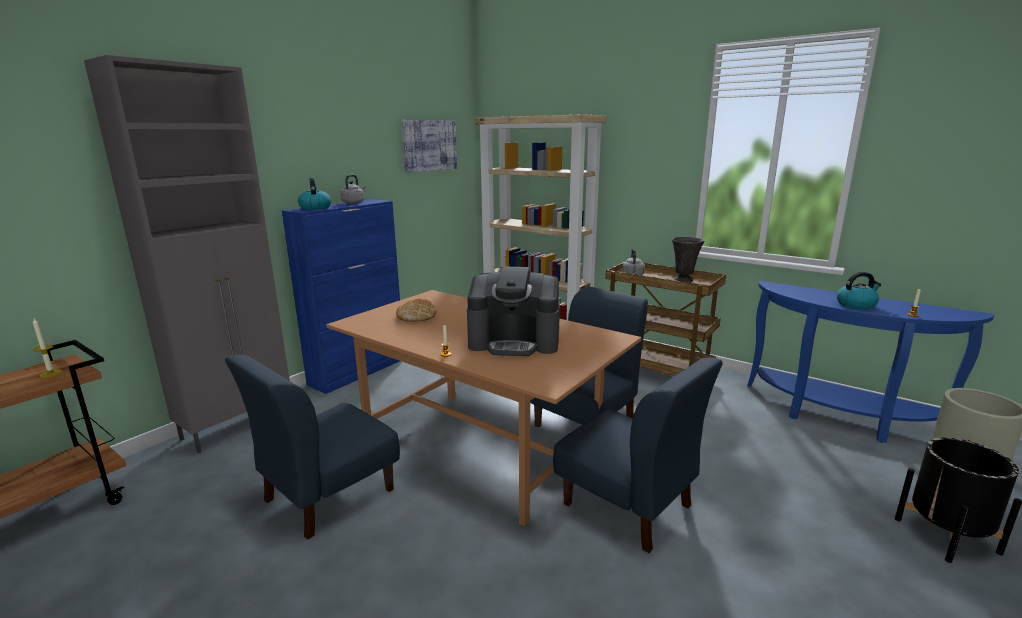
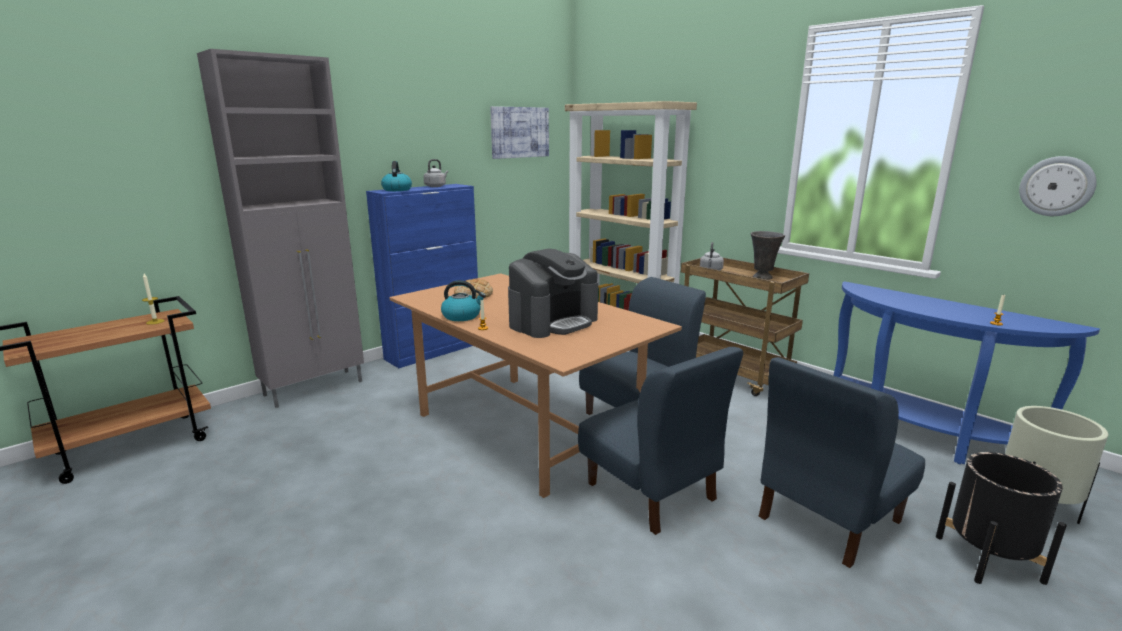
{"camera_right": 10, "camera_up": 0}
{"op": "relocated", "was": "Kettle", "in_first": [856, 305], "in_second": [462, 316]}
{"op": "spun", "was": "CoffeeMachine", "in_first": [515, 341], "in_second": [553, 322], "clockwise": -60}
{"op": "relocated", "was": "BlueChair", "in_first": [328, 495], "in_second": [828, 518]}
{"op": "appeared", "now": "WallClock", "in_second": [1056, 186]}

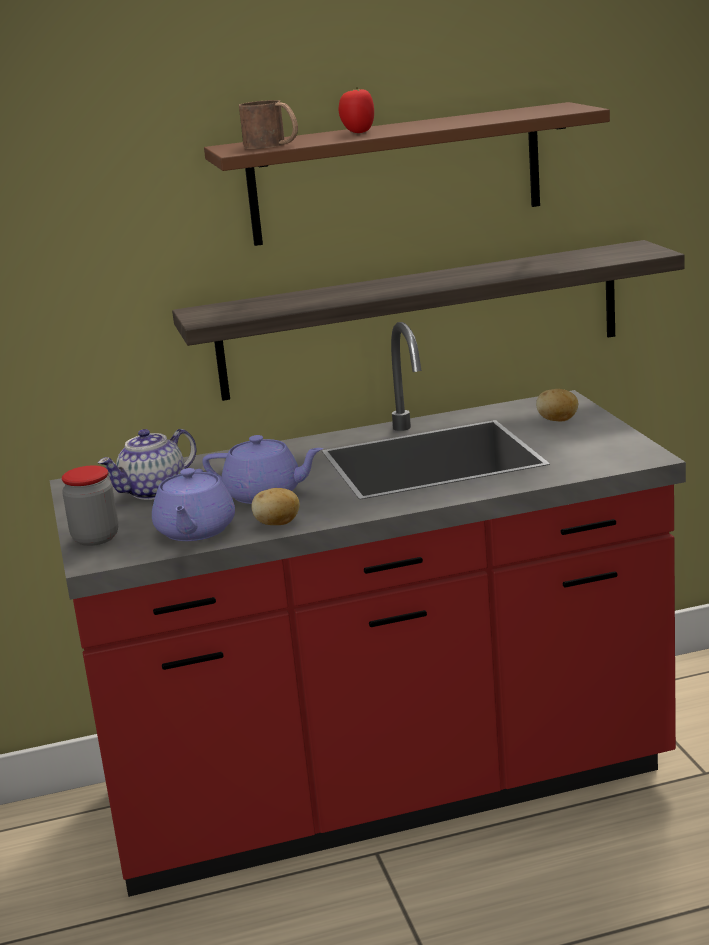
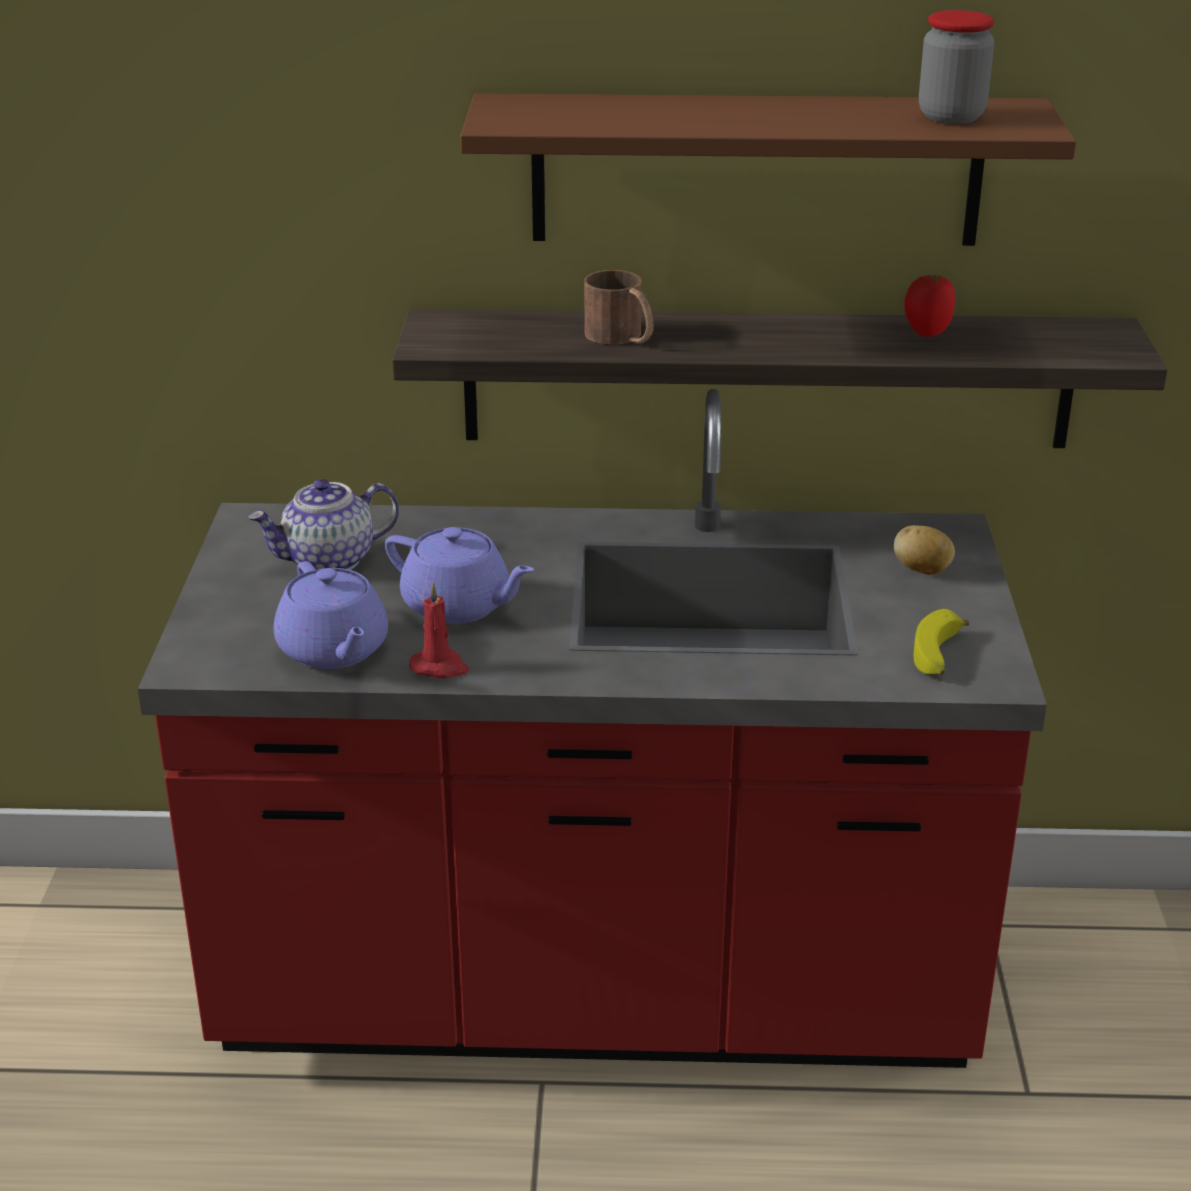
{"camera_right": 15, "camera_up": 10}
{"op": "spun", "was": "PurpleTeapot", "in_first": [195, 531], "in_second": [334, 650], "clockwise": -45}
{"op": "exchanged", "was": "Potato", "now": "RedCandle", "in_first": [277, 524], "in_second": [440, 667]}
{"op": "relocated", "was": "BrownMug", "in_first": [273, 145], "in_second": [622, 338]}
{"op": "relocated", "was": "Tomato", "in_first": [358, 132], "in_second": [927, 332]}
{"op": "appeared", "now": "Banana", "in_second": [939, 657]}
{"op": "relocated", "was": "Jar", "in_first": [95, 538], "in_second": [951, 117]}

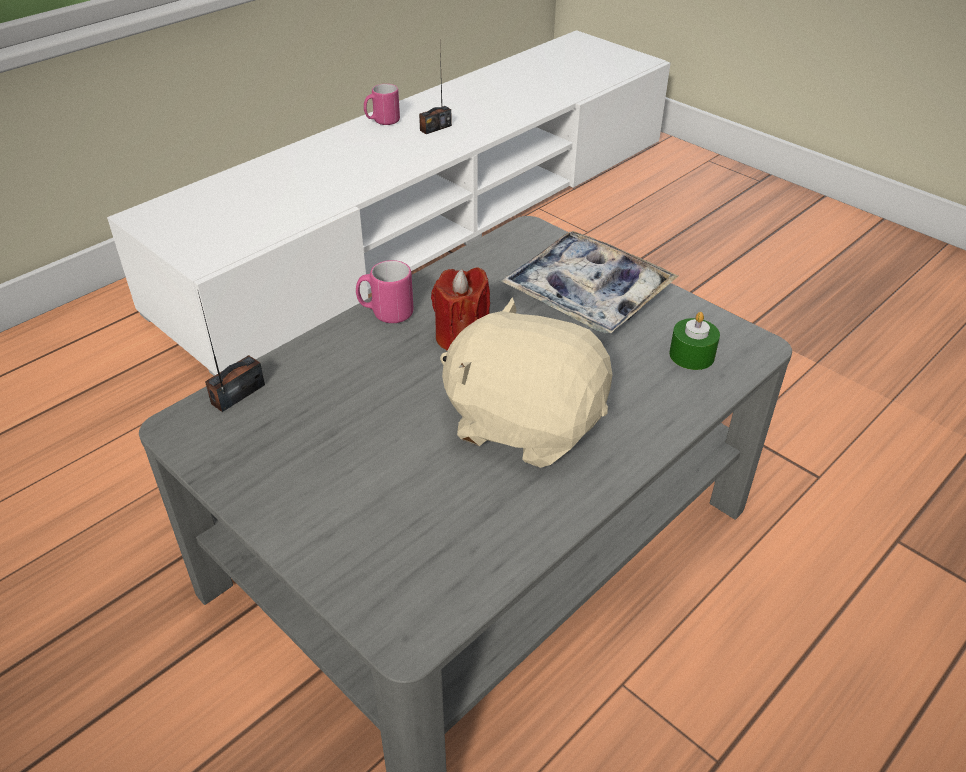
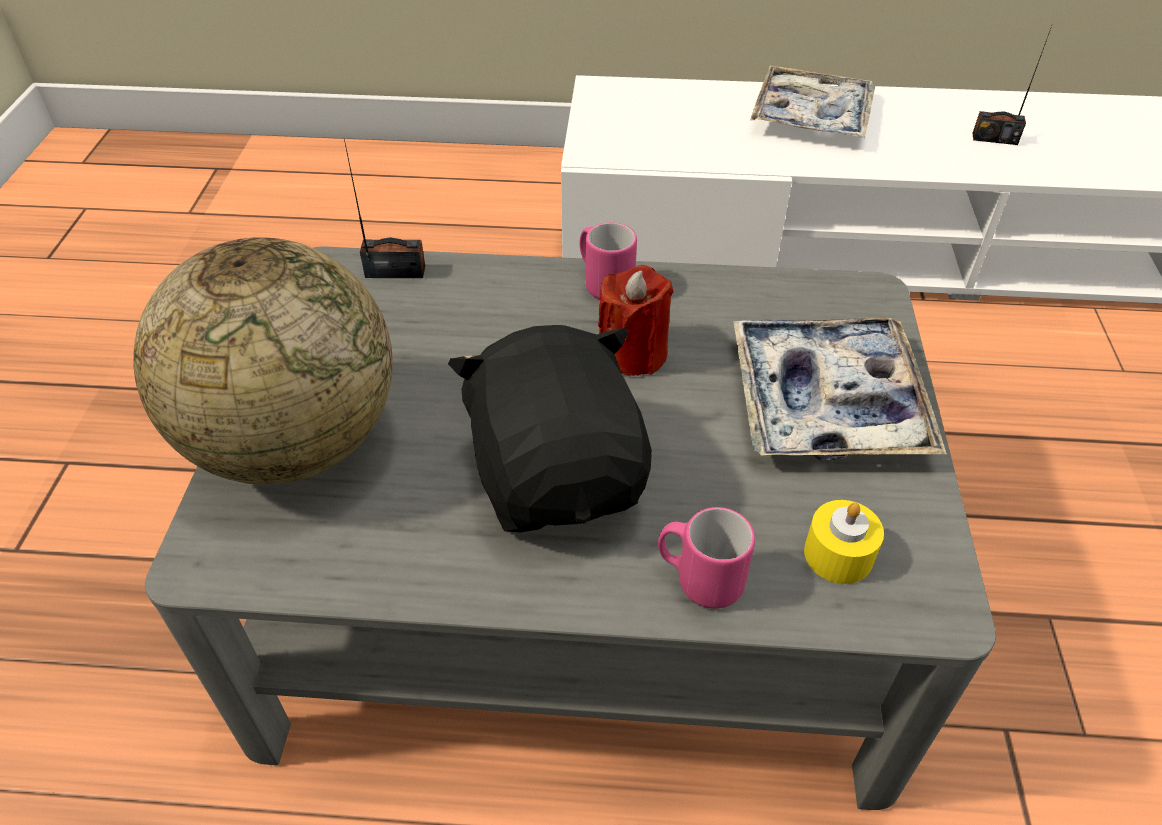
{"camera_right": 50, "camera_up": 5}
{"op": "appeared", "now": "Globe", "in_second": [294, 442]}
{"op": "colour", "was": "BeigePlushToy", "now": "BlackPlushToy", "in_first": [524, 422], "in_second": [558, 475]}
{"op": "relocated", "was": "PinkMug", "in_first": [382, 121], "in_second": [699, 579]}
{"op": "appeared", "now": "Tray", "in_second": [811, 116]}
{"op": "colour", "was": "GreenCandle", "now": "YellowCandle", "in_first": [691, 355], "in_second": [838, 554]}

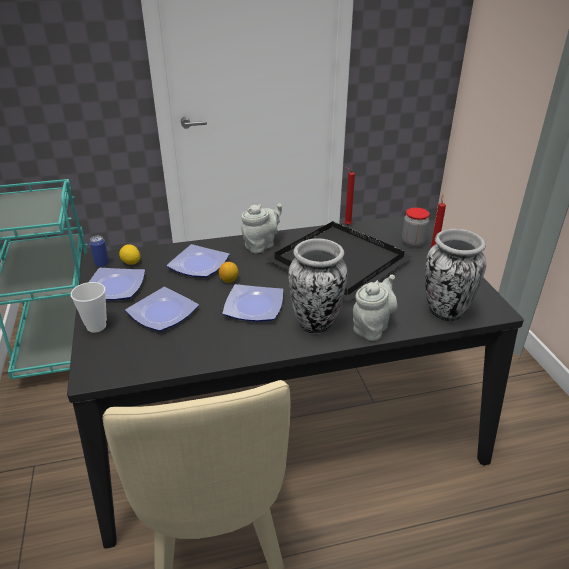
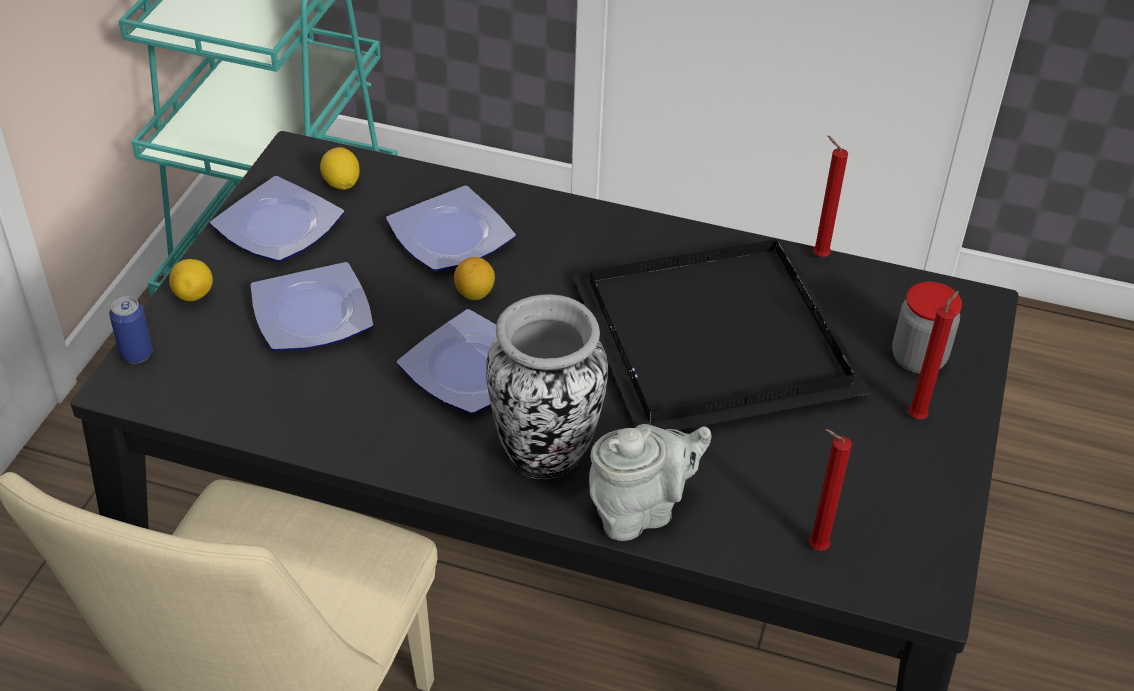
{"camera_right": 30, "camera_up": 10}
{"op": "relocated", "was": "Can", "in_first": [102, 264], "in_second": [136, 354]}
{"op": "exchanged", "was": "Cup", "now": "Lemon", "in_first": [96, 326], "in_second": [194, 295]}
{"op": "exchanged", "was": "Vase", "now": "RedCandle", "in_first": [445, 312], "in_second": [814, 547]}
{"op": "missing", "was": "GreyTeapot", "in_first": [261, 245]}

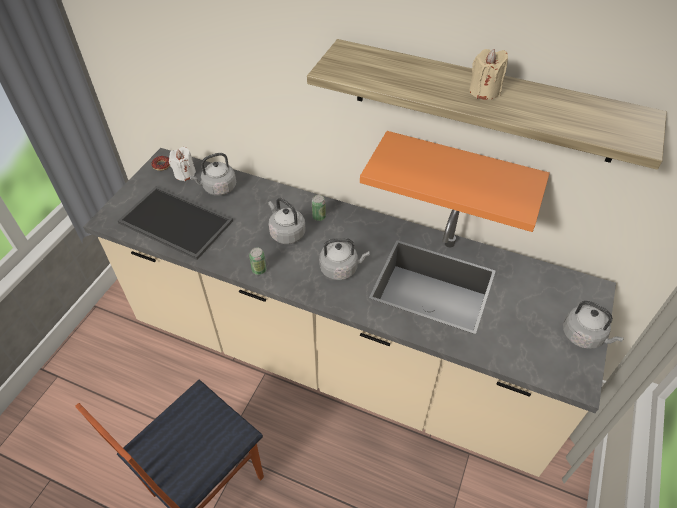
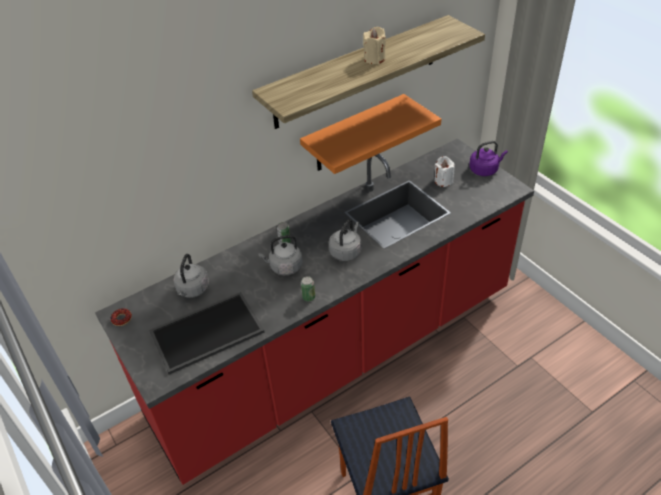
{"camera_right": -55, "camera_up": -5}
{"op": "colour", "was": "BeigeCounter", "now": "RedCounter", "in_first": [338, 360], "in_second": [337, 355]}
{"op": "relocated", "was": "WhiteCandle", "in_first": [184, 174], "in_second": [443, 181]}
{"op": "colour", "was": "GreyKettle", "now": "PurpleKettle", "in_first": [584, 336], "in_second": [485, 170]}

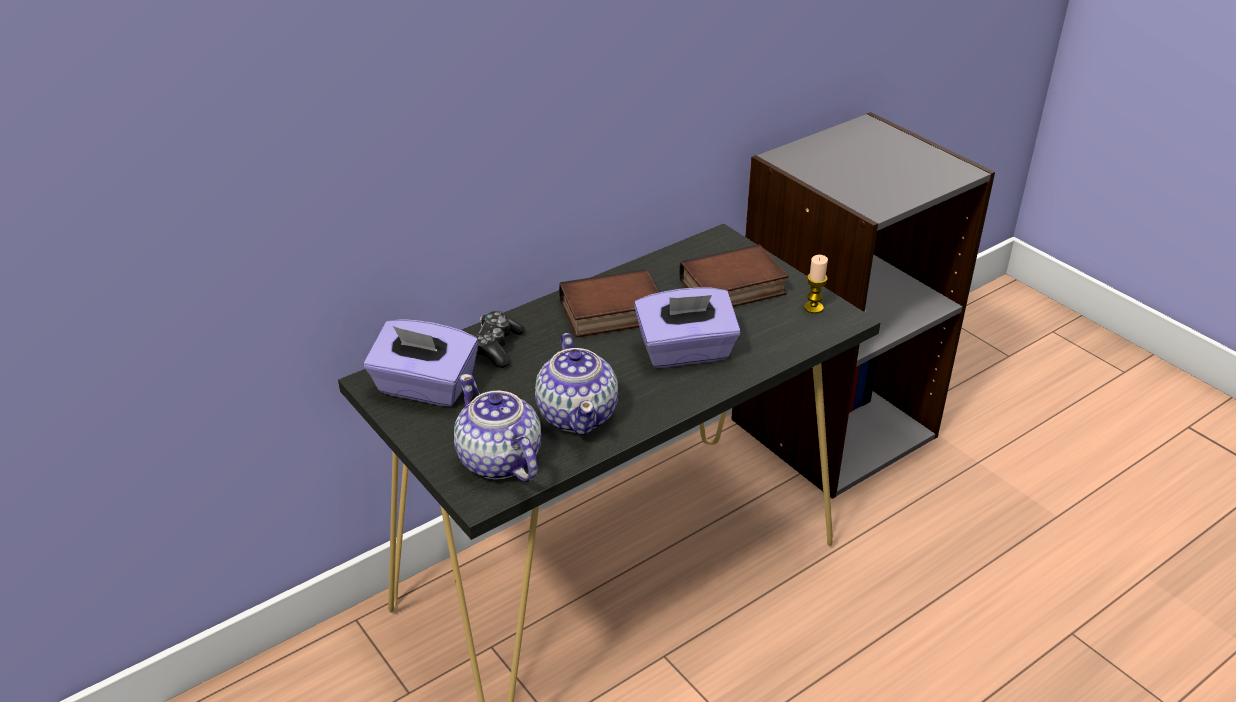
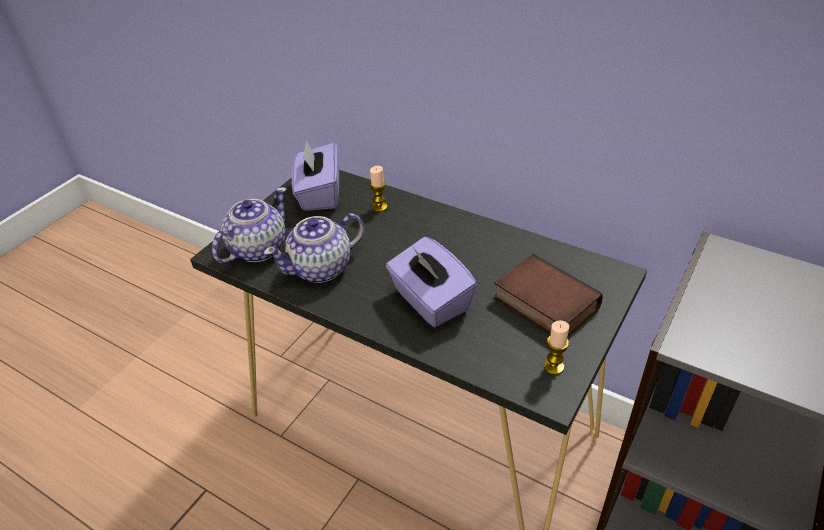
{"camera_right": 70, "camera_up": 5}
{"op": "exchanged", "was": "GameController", "now": "Candle", "in_first": [496, 347], "in_second": [379, 207]}
{"op": "missing", "was": "Book", "in_first": [611, 314]}

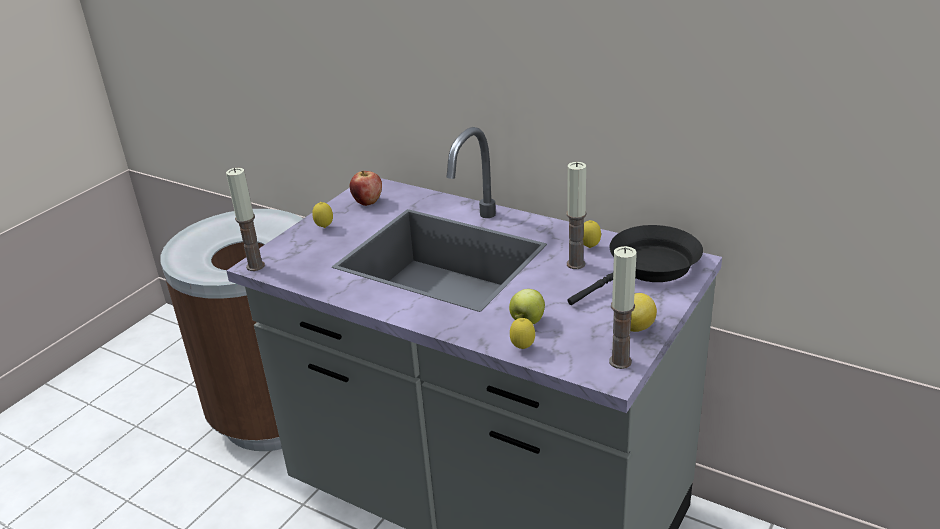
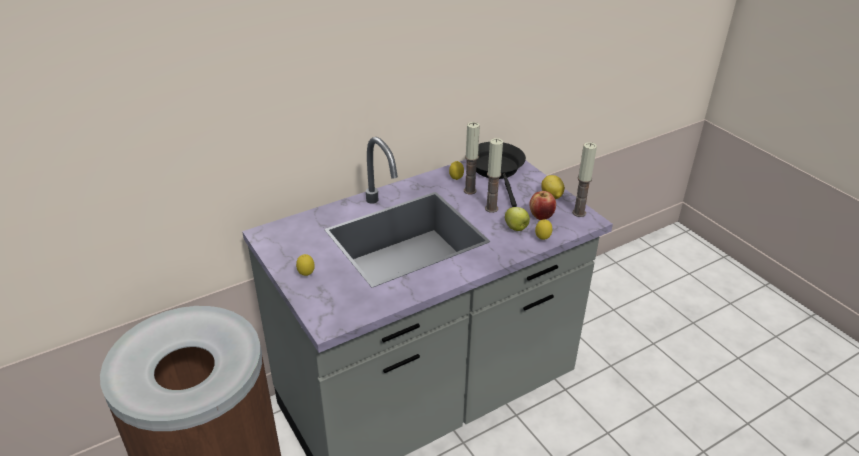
{"camera_right": -65, "camera_up": 5}
{"op": "relocated", "was": "Candle", "in_first": [255, 266], "in_second": [491, 208]}
{"op": "relocated", "was": "Apple", "in_first": [367, 202], "in_second": [541, 216]}

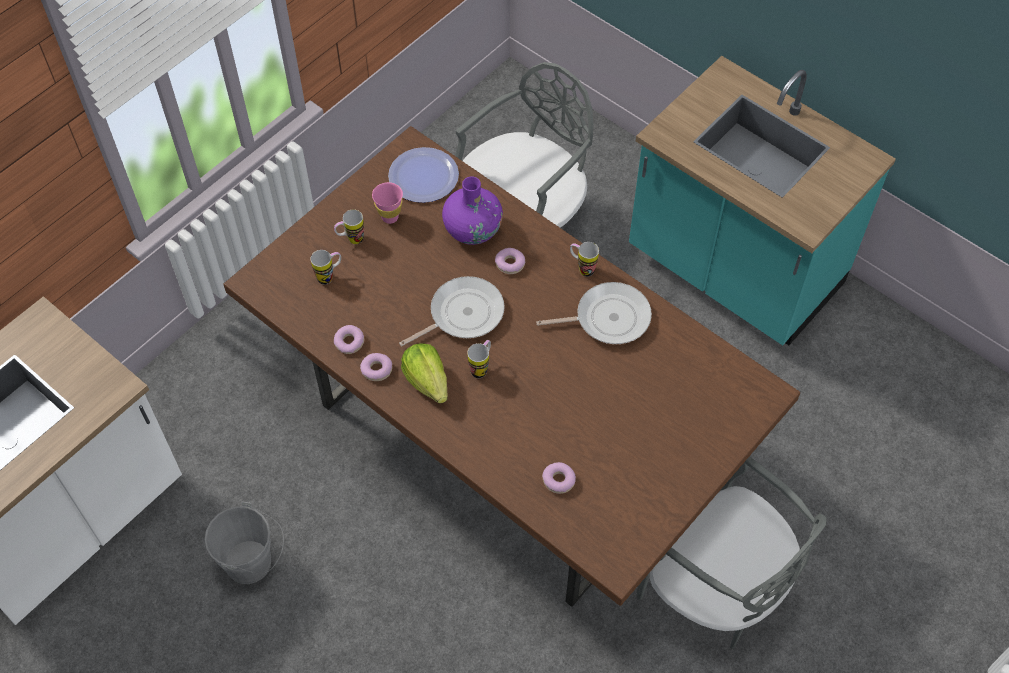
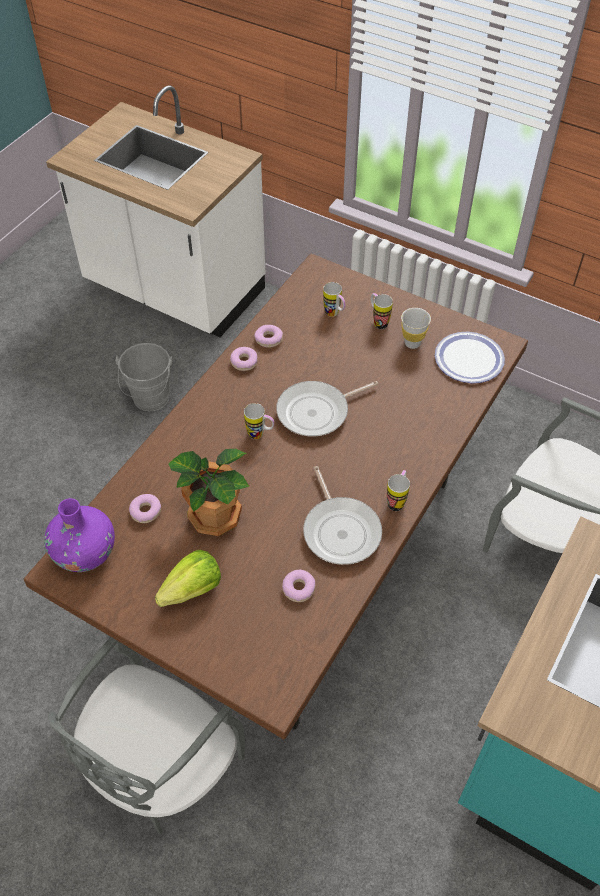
{"camera_right": 80, "camera_up": -5}
{"op": "relocated", "was": "PurpleVase", "in_first": [473, 230], "in_second": [85, 553]}
{"op": "relocated", "was": "Lettuce", "in_first": [427, 381], "in_second": [192, 590]}
{"op": "appeared", "now": "PottedPlant", "in_second": [214, 514]}
{"op": "spun", "was": "FryingPan", "in_first": [462, 314], "in_second": [317, 412], "clockwise": 105}
{"op": "relocated", "was": "Donut", "in_first": [510, 264], "in_second": [299, 588]}
{"op": "colour", "was": "PinkCup", "now": "WhiteCup", "in_first": [390, 217], "in_second": [412, 343]}

